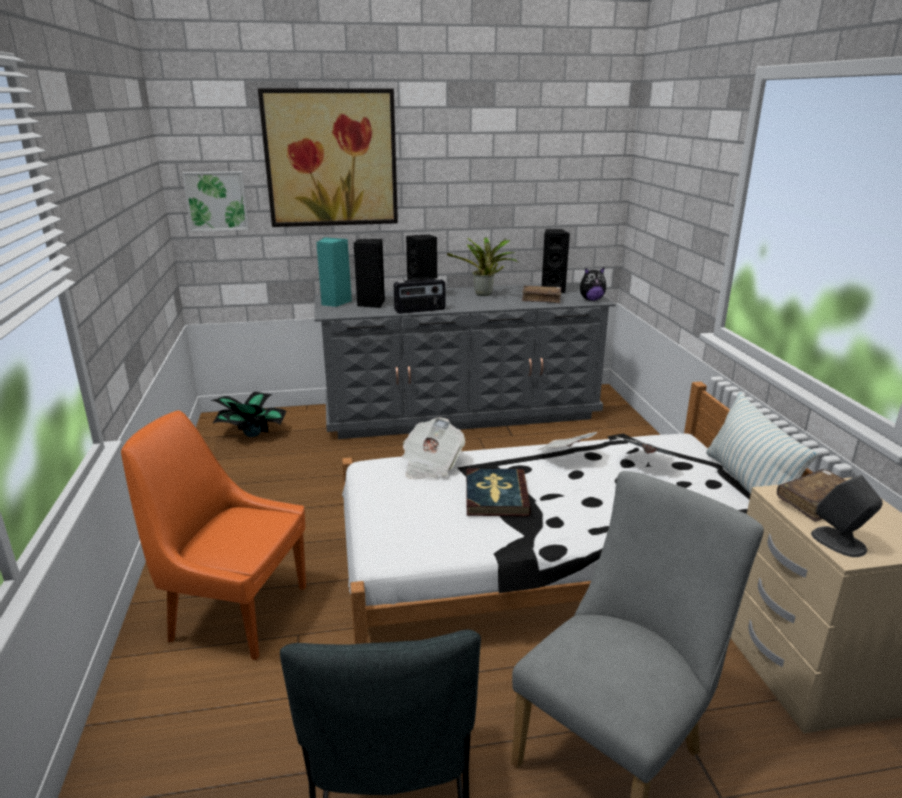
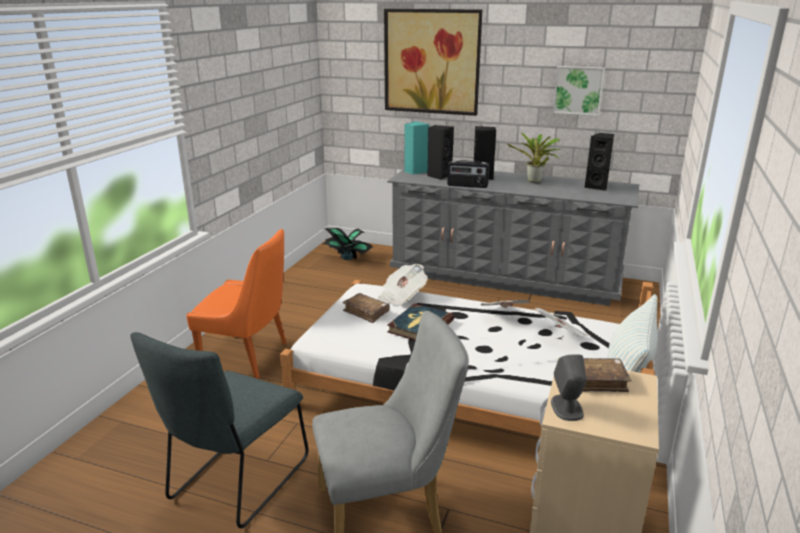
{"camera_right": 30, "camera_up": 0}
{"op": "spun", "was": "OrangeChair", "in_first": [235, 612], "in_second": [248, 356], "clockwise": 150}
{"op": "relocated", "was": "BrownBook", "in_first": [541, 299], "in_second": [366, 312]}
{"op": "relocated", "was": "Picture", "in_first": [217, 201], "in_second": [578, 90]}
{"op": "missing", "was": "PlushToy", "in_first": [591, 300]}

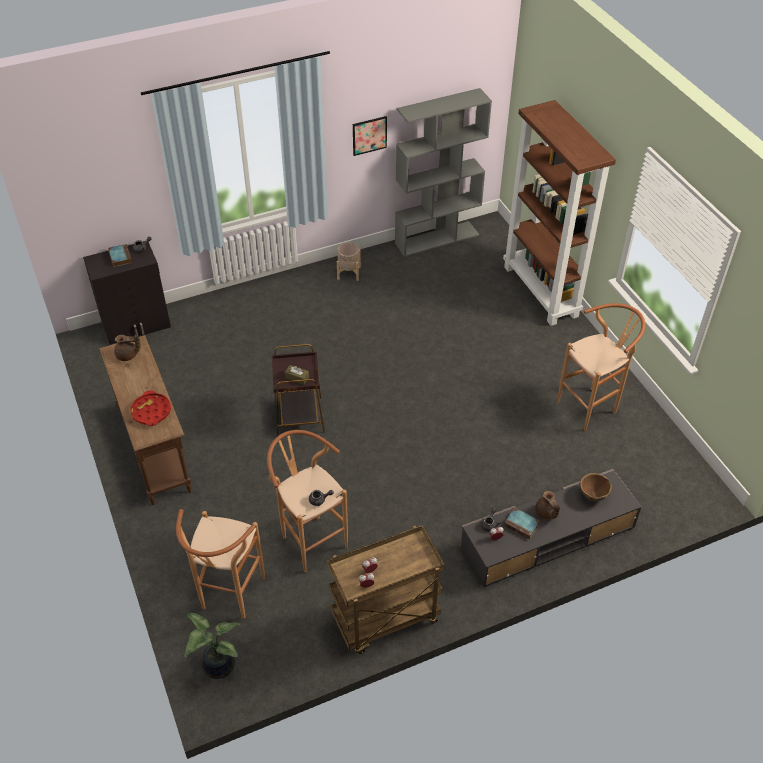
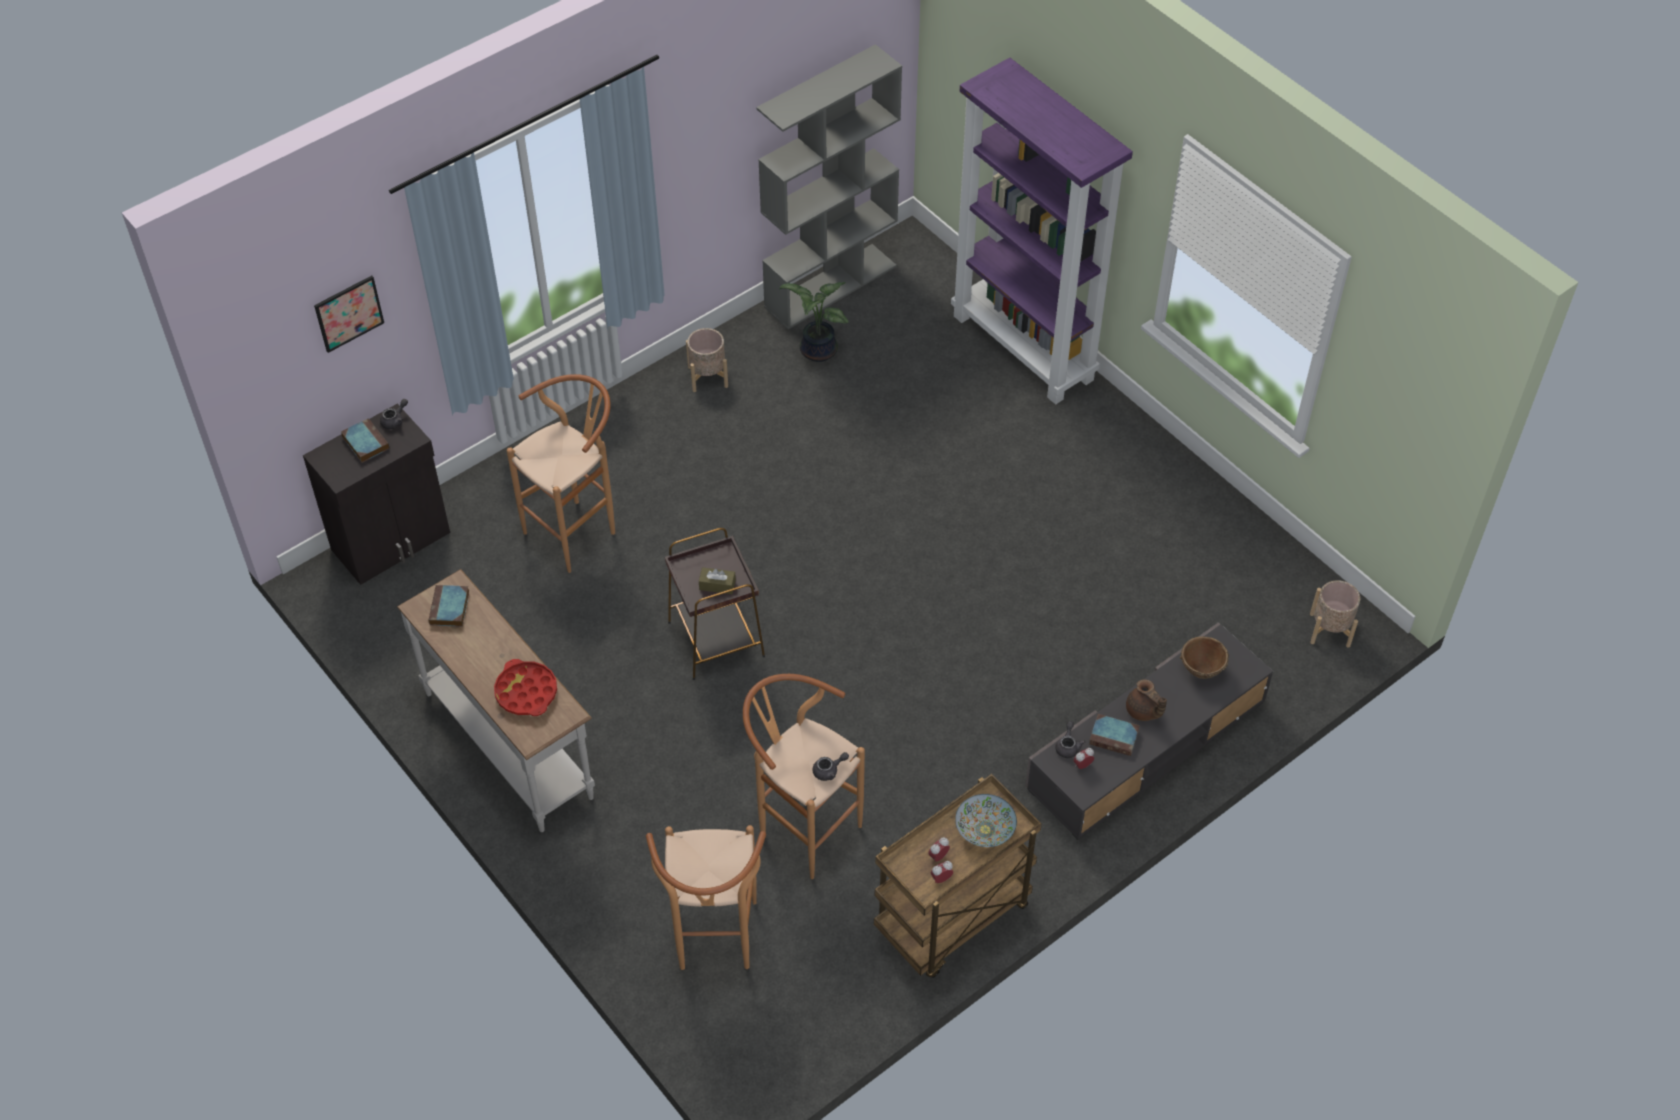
{"camera_right": -15, "camera_up": 5}
{"op": "relocated", "was": "Picture", "in_first": [369, 135], "in_second": [349, 313]}
{"op": "colour", "was": "BrownConsoleTable", "now": "WhiteConsoleTable", "in_first": [155, 450], "in_second": [510, 744]}
{"op": "exchanged", "was": "BrownTeapot", "now": "Book", "in_first": [128, 355], "in_second": [450, 609]}
{"op": "relocated", "was": "BrownStool", "in_first": [591, 406], "in_second": [577, 530]}
{"op": "relocated", "was": "PottedPlant", "in_first": [216, 666], "in_second": [816, 351]}
{"op": "colour", "was": "BrownBookcase", "now": "PurpleBookcase", "in_first": [541, 291], "in_second": [1024, 348]}
{"op": "appeared", "now": "Bowl", "in_second": [985, 829]}
{"op": "appeared", "now": "BeigePlanter", "in_second": [1330, 629]}

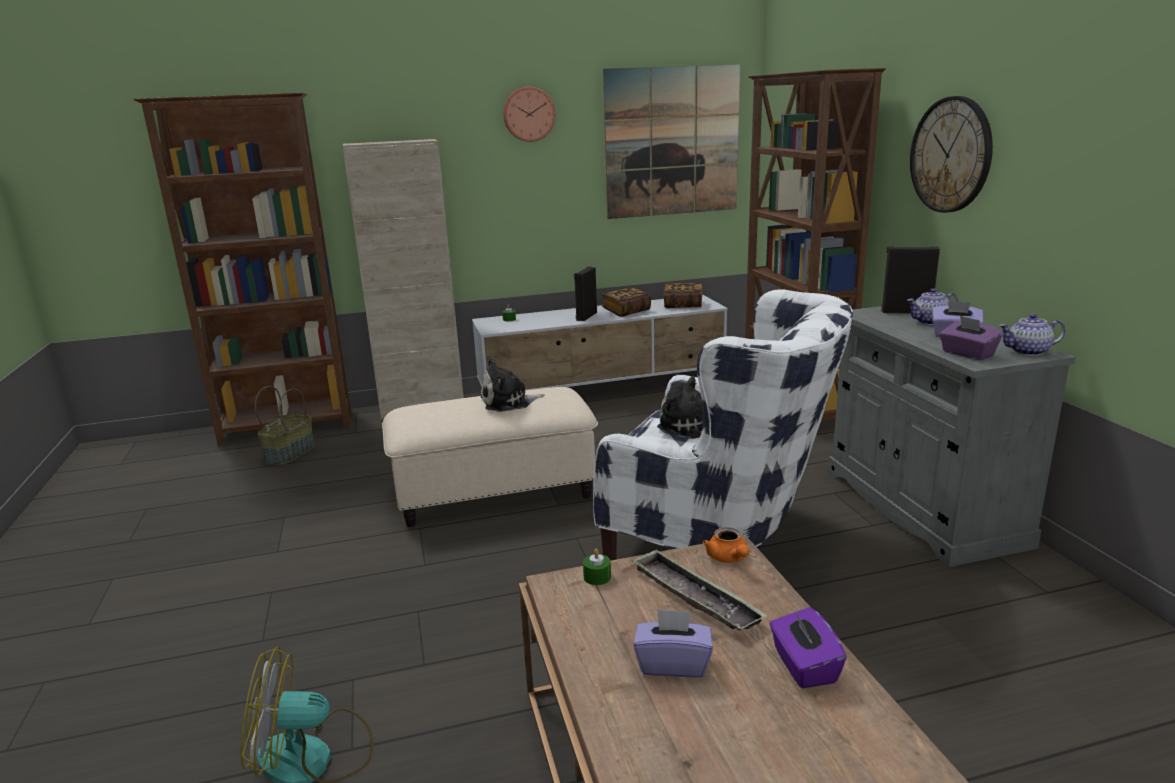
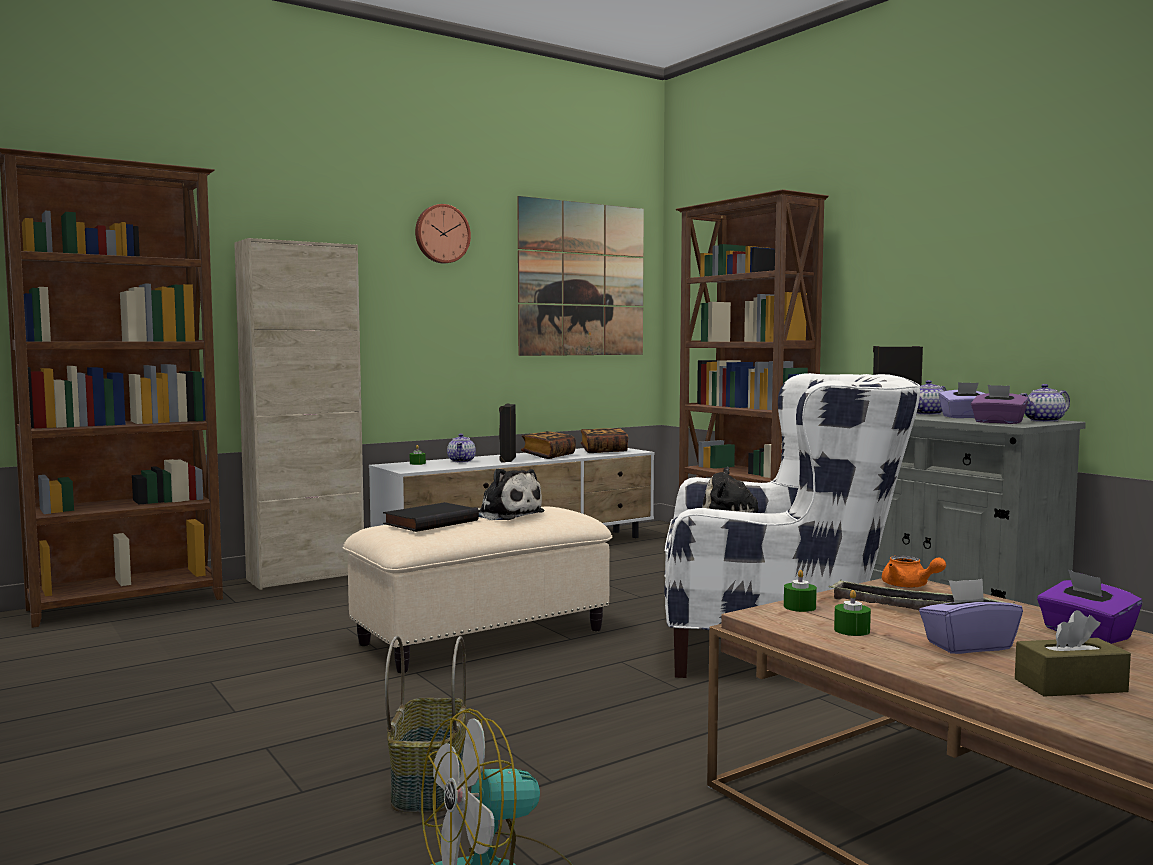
{"camera_right": -20, "camera_up": -15}
{"op": "appeared", "now": "BlackBook", "in_second": [430, 522]}
{"op": "relocated", "was": "Basket", "in_first": [290, 453], "in_second": [427, 784]}
{"op": "appeared", "now": "Teapot", "in_second": [462, 461]}
{"op": "spun", "was": "PlushToy", "in_first": [508, 402], "in_second": [506, 514], "clockwise": -105}
{"op": "appeared", "now": "GreenCandle", "in_second": [852, 630]}
{"op": "appeared", "now": "BrownTissueBox", "in_second": [1070, 685]}
{"op": "missing", "was": "WallClock", "in_first": [951, 155]}

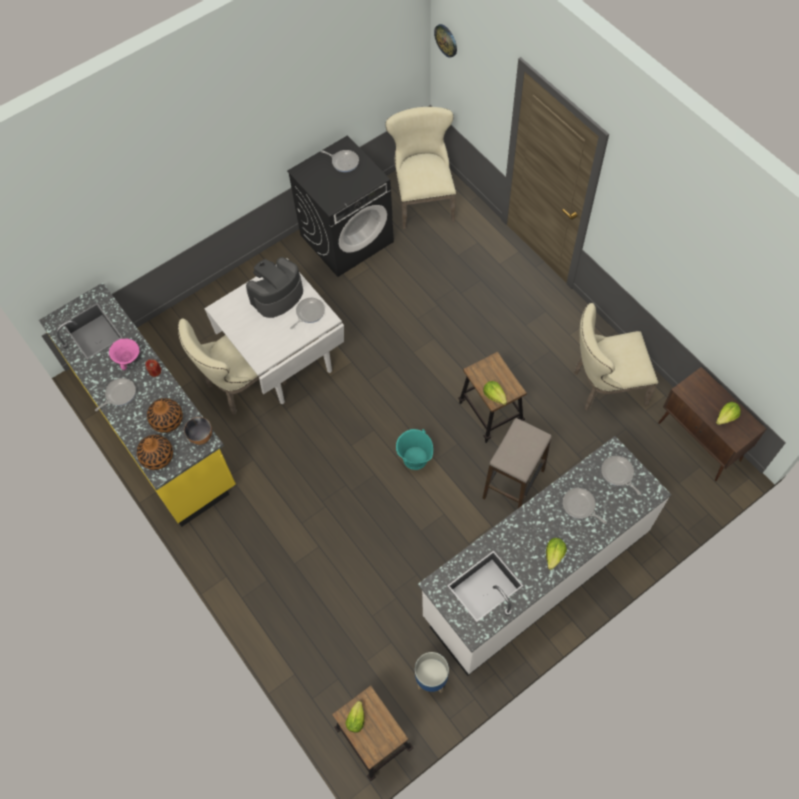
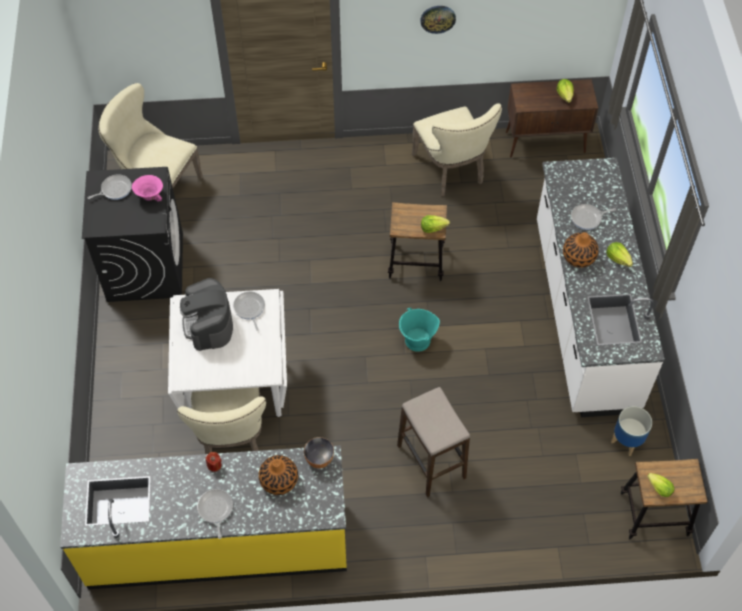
{"camera_right": -60, "camera_up": -5}
{"op": "relocated", "was": "PinkBowl", "in_first": [128, 358], "in_second": [150, 195]}
{"op": "relocated", "was": "Stool", "in_first": [513, 484], "in_second": [431, 462]}
{"op": "spun", "was": "BeigeChair", "in_first": [604, 386], "in_second": [452, 171], "clockwise": -45}
{"op": "relocated", "was": "WallClock", "in_first": [446, 40], "in_second": [438, 18]}
{"op": "relocated", "was": "Vase", "in_first": [157, 457], "in_second": [578, 257]}
{"op": "missing", "was": "FryingPan", "in_first": [618, 474]}

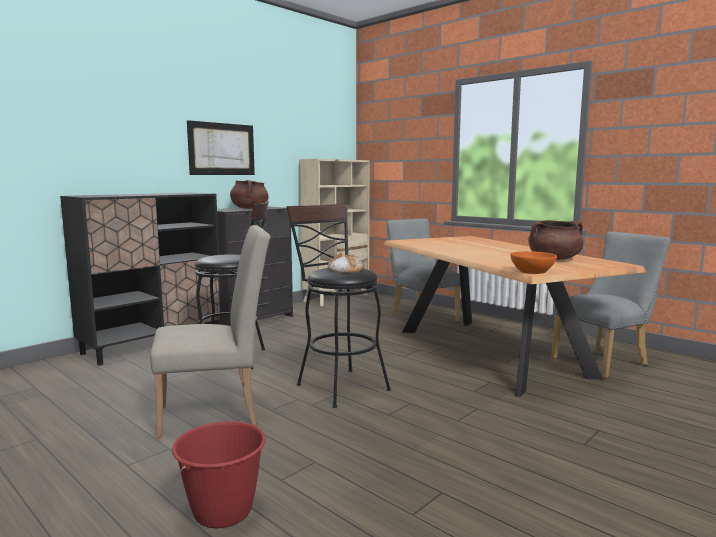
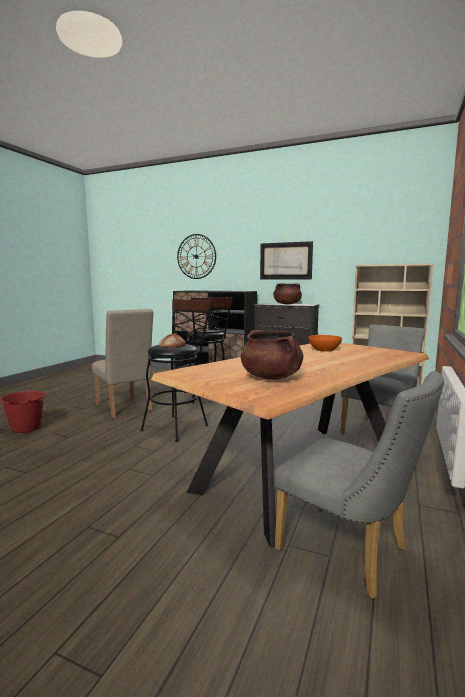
{"camera_right": 70, "camera_up": 0}
{"op": "appeared", "now": "WallClock", "in_second": [196, 256]}
{"op": "relocated", "was": "OrangeBowl", "in_first": [532, 271], "in_second": [324, 349]}

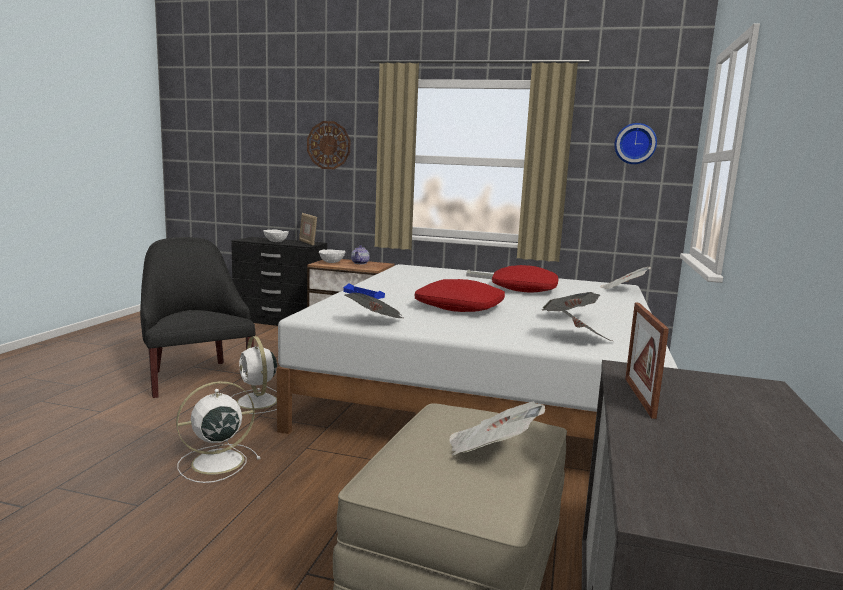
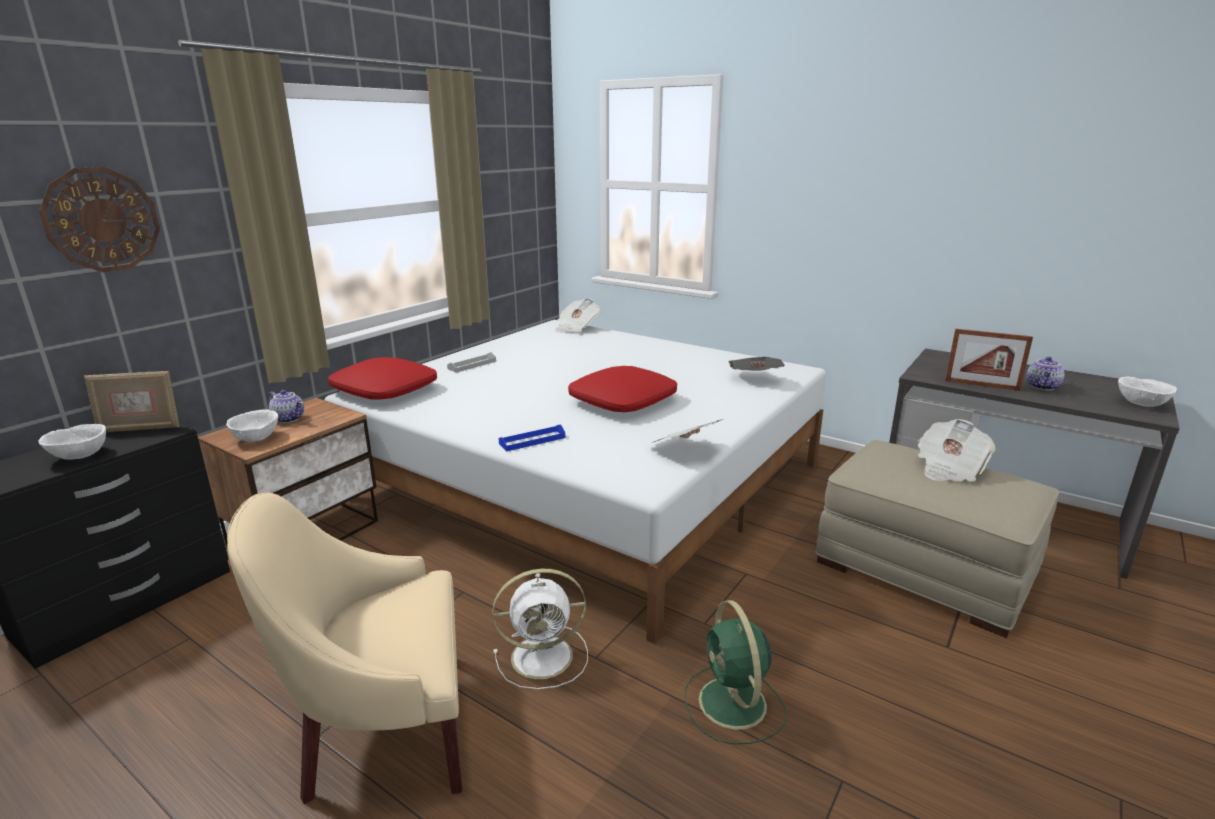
{"camera_right": -70, "camera_up": 10}
{"op": "colour", "was": "BlackArmchair", "now": "BeigeArmchair", "in_first": [196, 377], "in_second": [383, 730]}
{"op": "relocated", "was": "RedPillow", "in_first": [524, 288], "in_second": [384, 390]}
{"op": "colour", "was": "WhiteFan", "now": "GreenFan", "in_first": [215, 462], "in_second": [733, 705]}
{"op": "appeared", "now": "Teapot", "in_second": [1043, 387]}
{"op": "appeared", "now": "WhiteBowl", "in_second": [1140, 404]}
{"op": "missing", "was": "Newspaper", "in_first": [568, 317]}
{"op": "missing", "was": "WallClock", "in_first": [635, 143]}

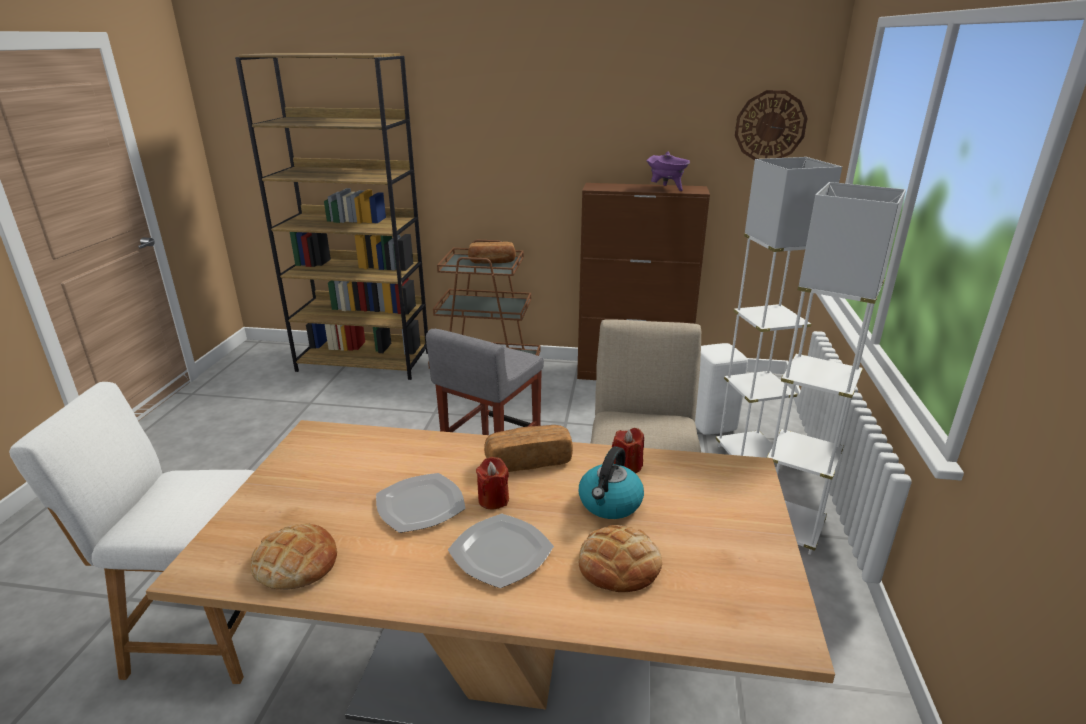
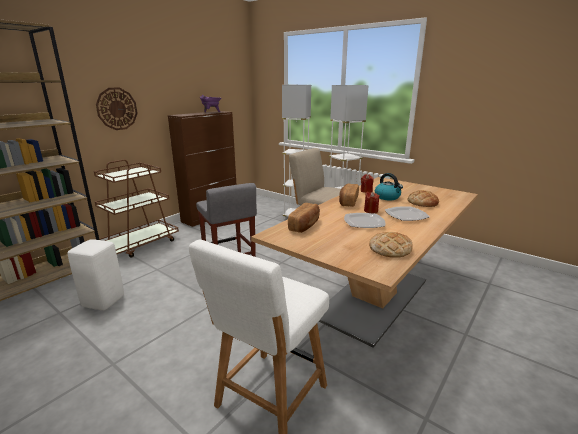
{"camera_right": -60, "camera_up": -5}
{"op": "relocated", "was": "WhiteStool", "in_first": [712, 425], "in_second": [104, 301]}
{"op": "relocated", "was": "WallClock", "in_first": [770, 126], "in_second": [117, 109]}
{"op": "relocated", "was": "Bread", "in_first": [492, 262], "in_second": [305, 225]}

